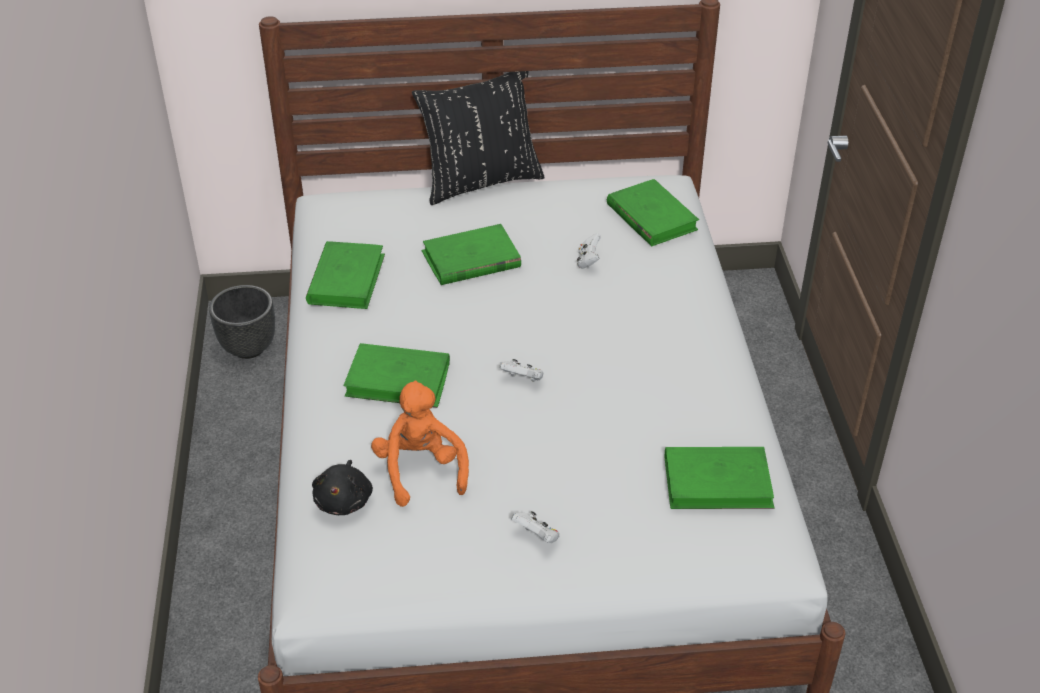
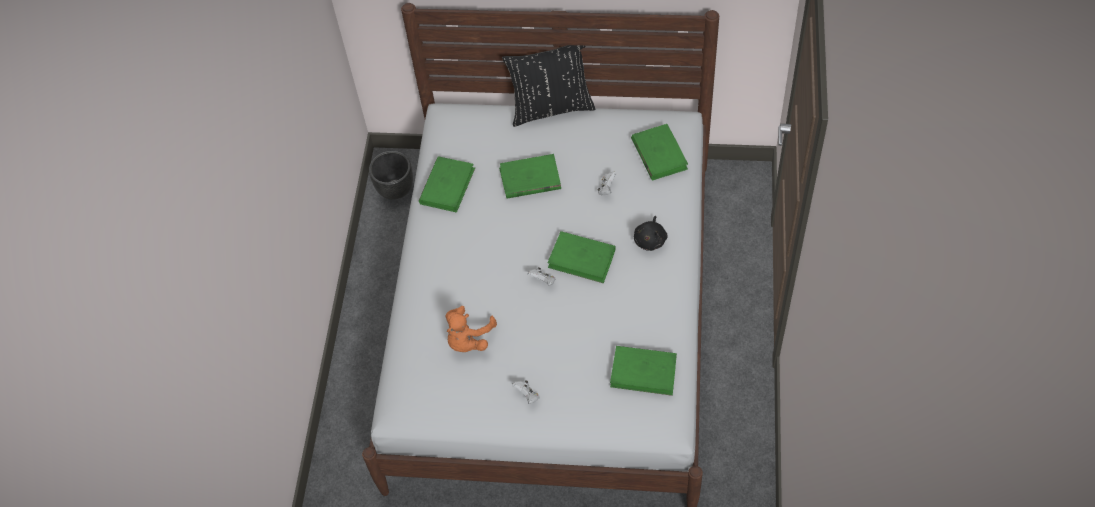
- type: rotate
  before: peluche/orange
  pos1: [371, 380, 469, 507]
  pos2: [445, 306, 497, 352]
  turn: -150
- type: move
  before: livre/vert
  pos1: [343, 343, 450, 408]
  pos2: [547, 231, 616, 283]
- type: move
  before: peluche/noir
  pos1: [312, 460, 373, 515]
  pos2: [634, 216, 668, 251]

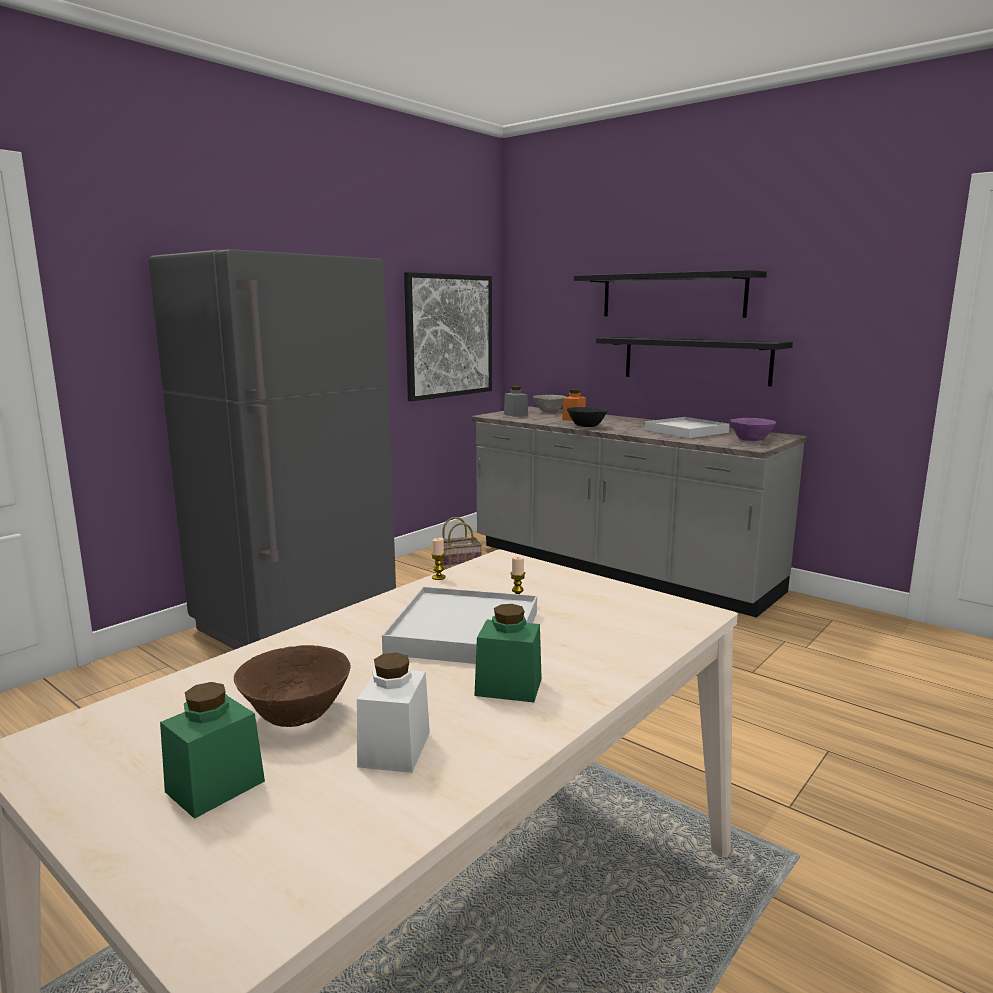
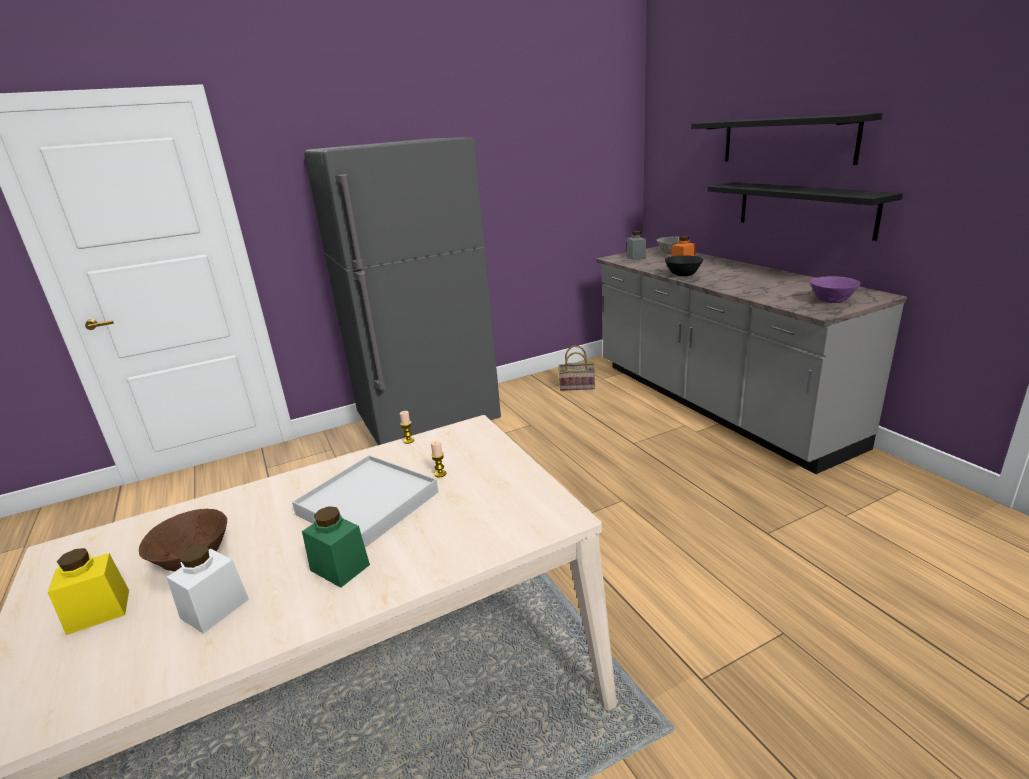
- type: recolor
  before: bocal/vert
  after: bocal/jaune
  pos1: [160, 682, 265, 819]
  pos2: [48, 548, 129, 635]
- type: delete
  before: tableau
  pos1: [404, 272, 492, 401]
- type: delete
  before: plateau/blanc
  pos1: [645, 417, 730, 438]

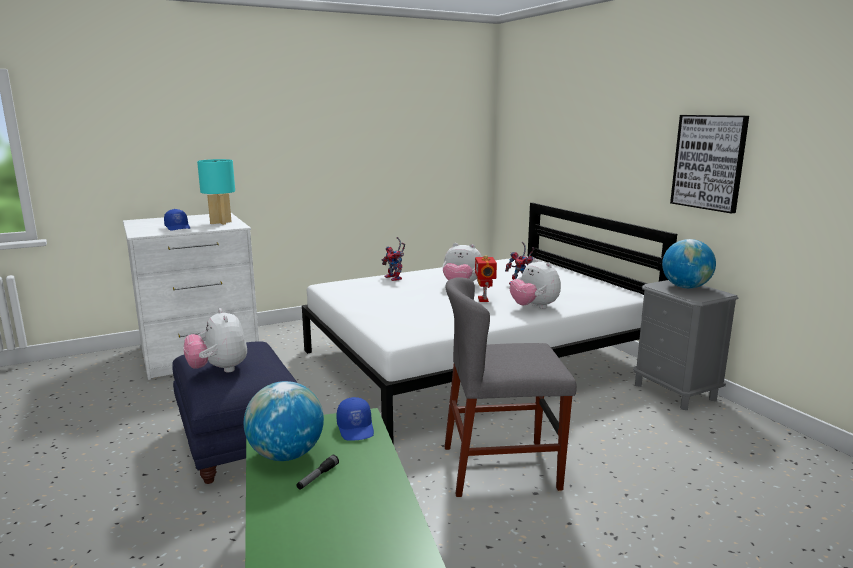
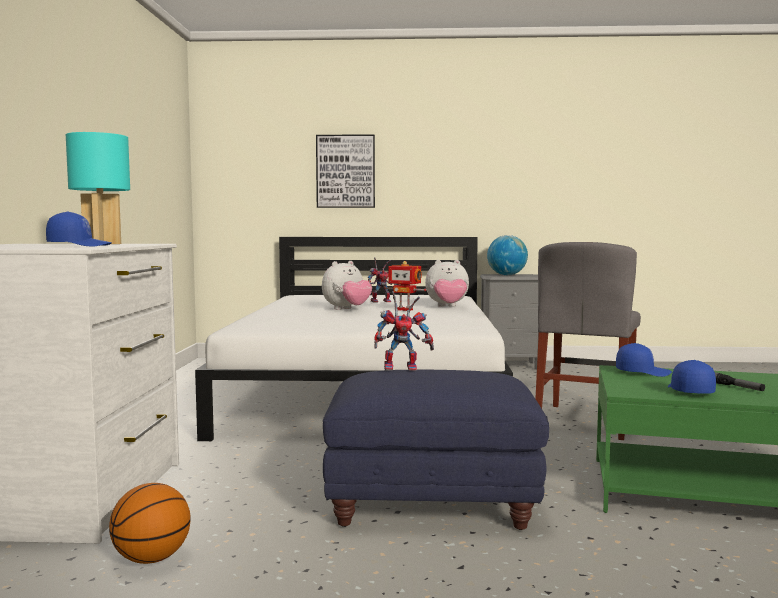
- type: insert
  after: ballon de basket
  pos2: [109, 483, 191, 564]
- type: move
  before: tableau
  pos1: [670, 115, 749, 214]
  pos2: [316, 134, 375, 208]
- type: move
  before: robot jouet
  pos1: [382, 237, 405, 281]
  pos2: [374, 291, 434, 370]
- type: replace
  before: globe
  after: casquette/bleu
  pos1: [244, 381, 324, 461]
  pos2: [668, 360, 716, 394]
- type: delete
  before: peluche
  pos1: [184, 308, 247, 372]

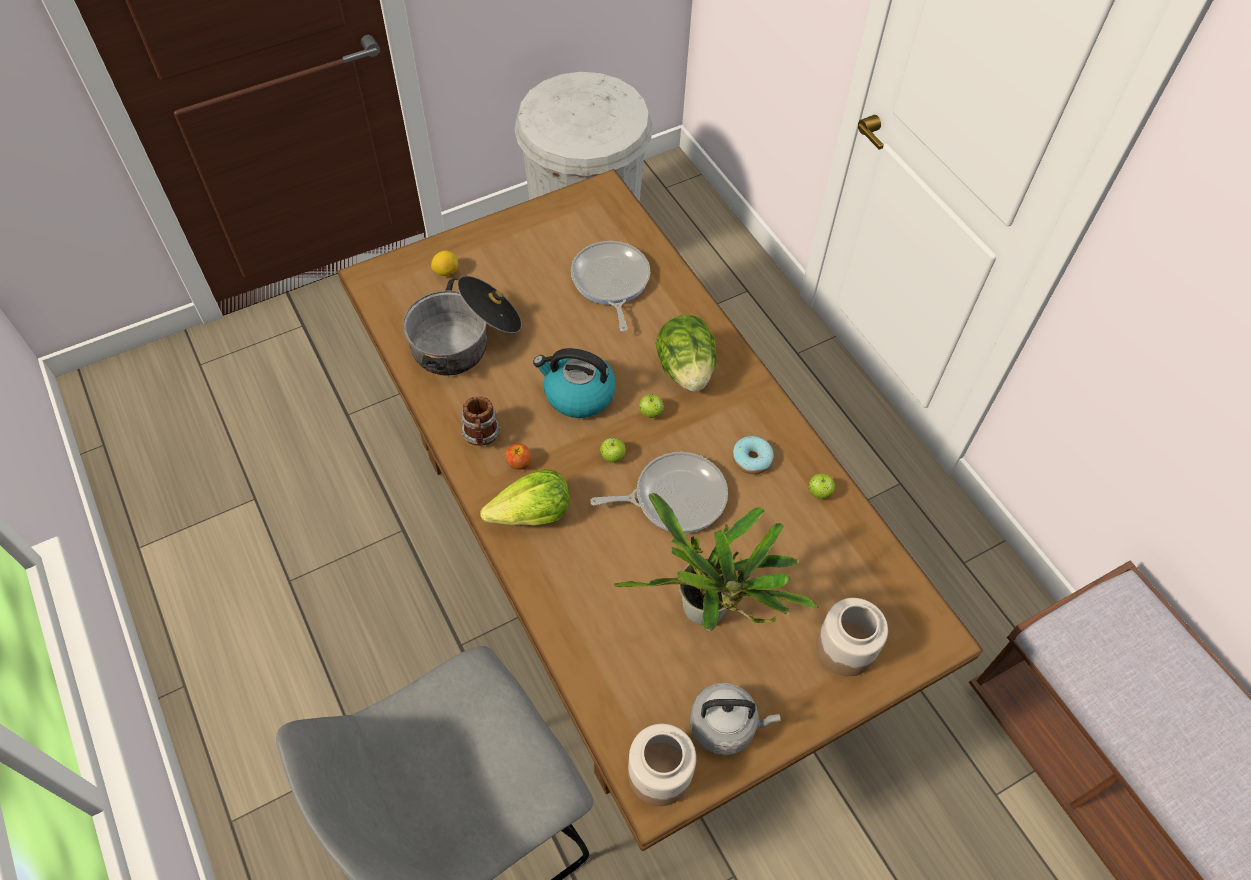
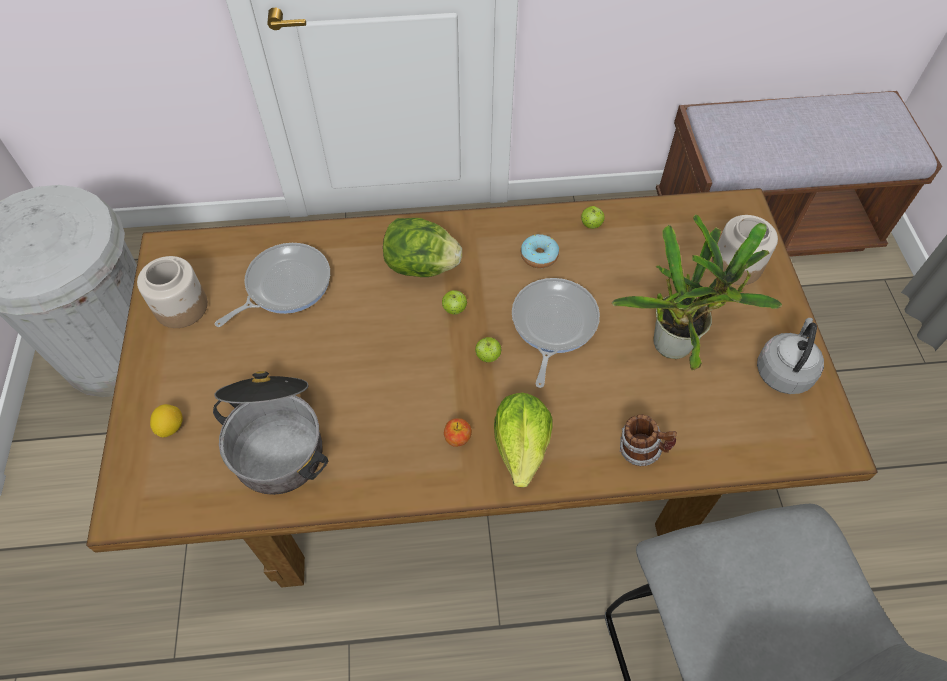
- type: move
  before: bocal
  pos1: [628, 724, 696, 806]
  pos2: [137, 256, 208, 328]
- type: rotate
  before: poêle
  pos1: [571, 241, 650, 331]
  pos2: [215, 243, 330, 327]
  turn: 120
- type: move
  before: mug
  pos1: [461, 397, 500, 446]
  pos2: [620, 415, 677, 466]
- type: delete
  before: bouilloire
  pos1: [533, 348, 616, 418]

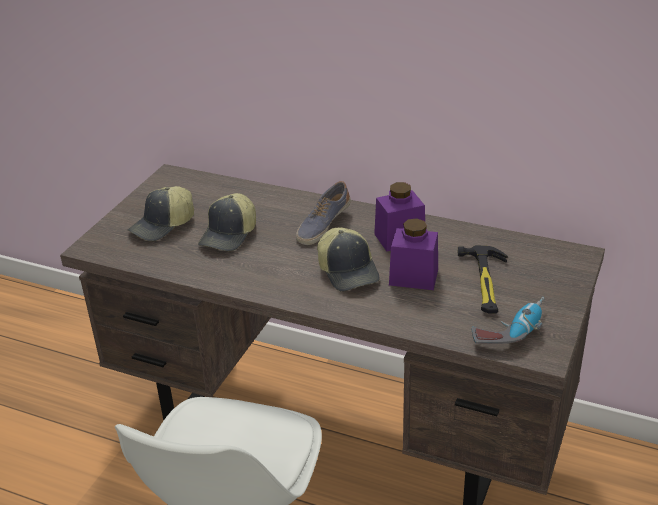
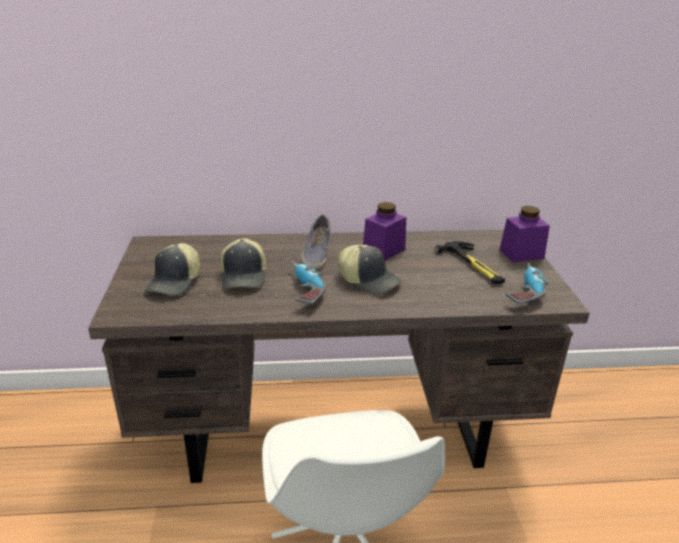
- type: insert
  after: perceuse
  pos2: [291, 261, 326, 304]
- type: move
  before: bocal/violet
  pos1: [389, 218, 438, 290]
  pos2: [500, 206, 550, 263]

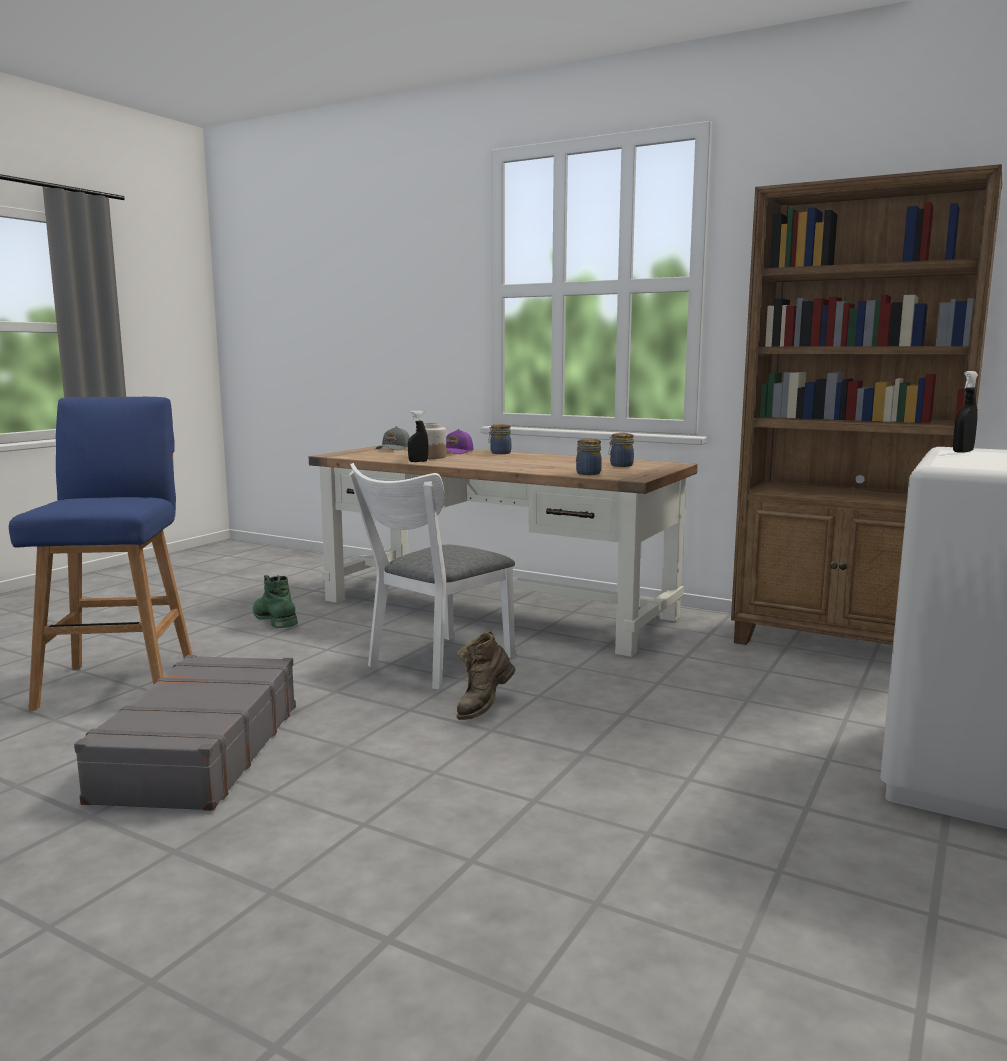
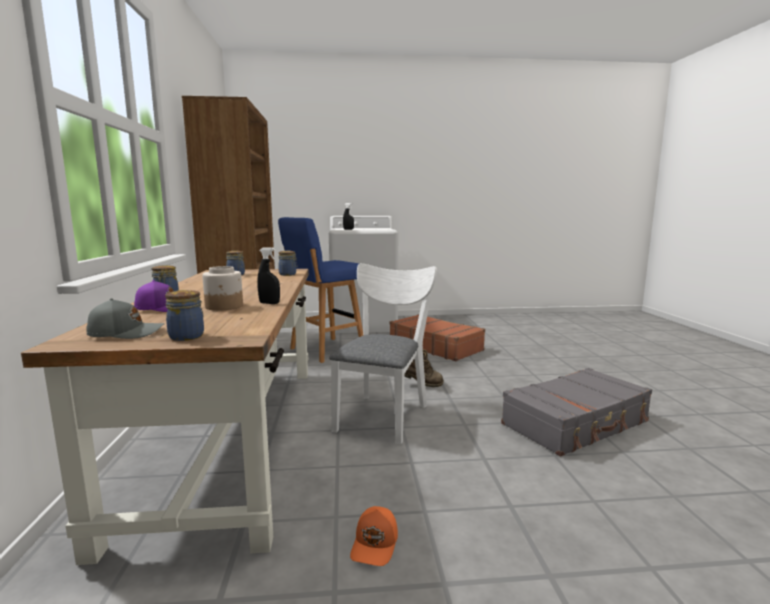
- type: insert
  after: bocal
  pos2: [165, 290, 204, 341]
- type: move
  before: tabouret/bleu
  pos1: [9, 397, 193, 711]
  pos2: [278, 217, 363, 363]
- type: rotate
  before: chaise/blanc
  pos1: [349, 463, 515, 689]
  pos2: [329, 263, 437, 445]
  turn: -75
- type: replace
  before: botte/vert
  after: casquette/orange
  pos1: [253, 575, 298, 628]
  pos2: [350, 506, 398, 566]
- type: insert
  after: valise/marron
  pos2: [390, 314, 485, 361]

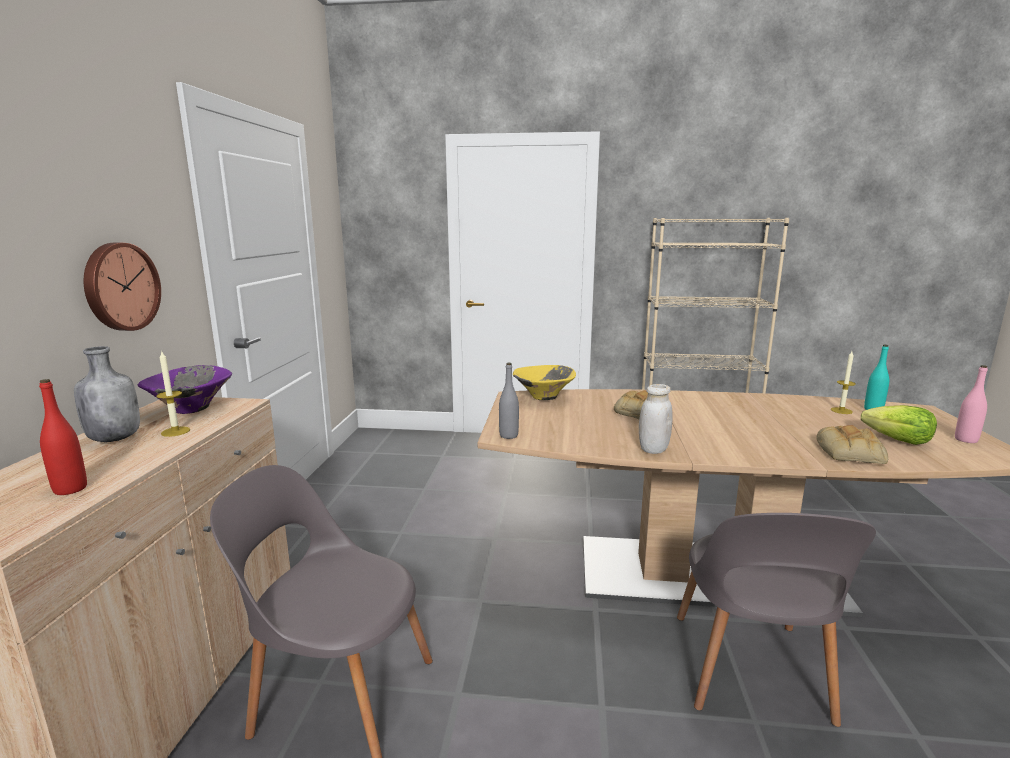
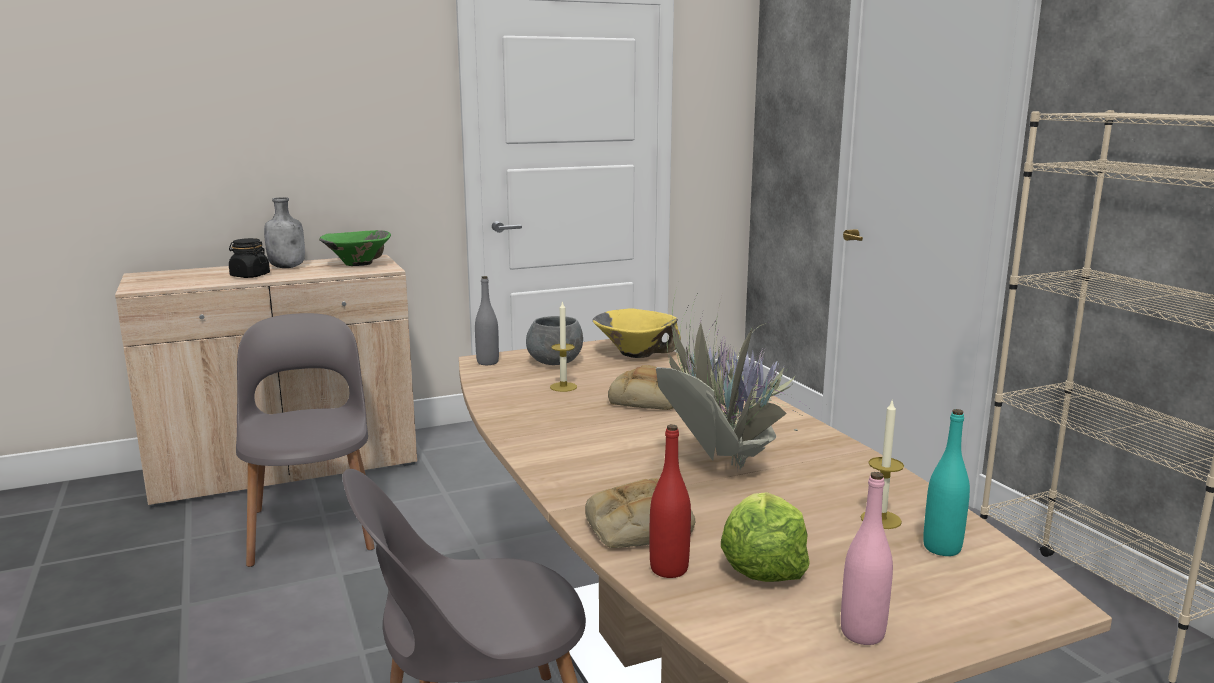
- type: insert
  after: bocal/noir
  pos2: [229, 238, 270, 278]
- type: recolor
  before: bol/violet
  after: bol/vert
  pos1: [138, 365, 232, 414]
  pos2: [319, 230, 391, 266]
- type: insert
  after: bol/gris
  pos2: [526, 316, 583, 365]
- type: move
  before: bougie
  pos1: [156, 350, 190, 437]
  pos2: [550, 300, 577, 392]
- type: move
  before: bouteille/rouge
  pos1: [39, 379, 87, 495]
  pos2: [650, 424, 691, 578]
- type: insert
  after: plante en pot
  pos2: [656, 279, 838, 470]
- type: delete
  before: horloge murale
  pos1: [84, 243, 161, 331]
- type: delete
  before: bocal/blanc
  pos1: [639, 384, 673, 454]

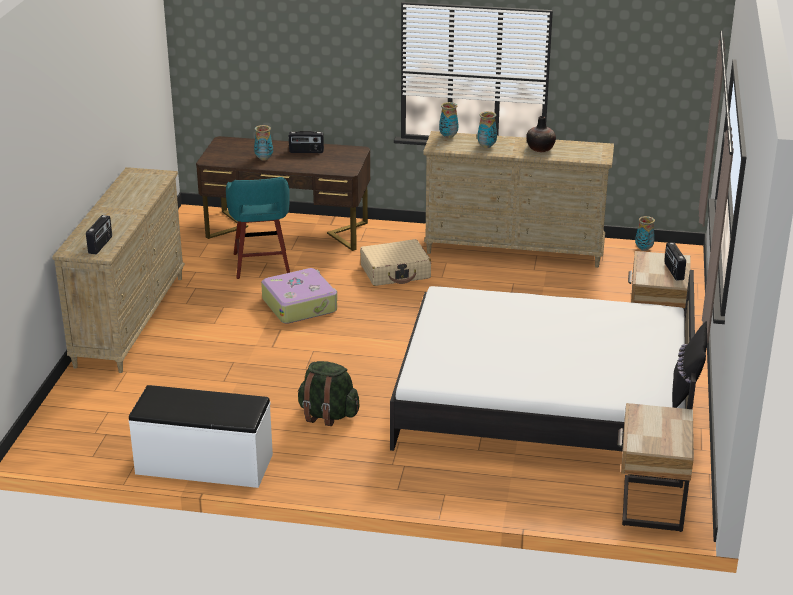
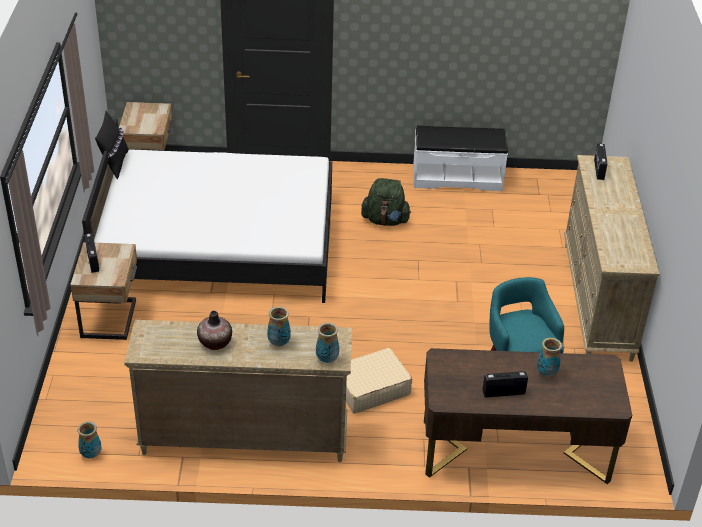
- type: delete
  before: valise
  pos1: [261, 268, 337, 324]

